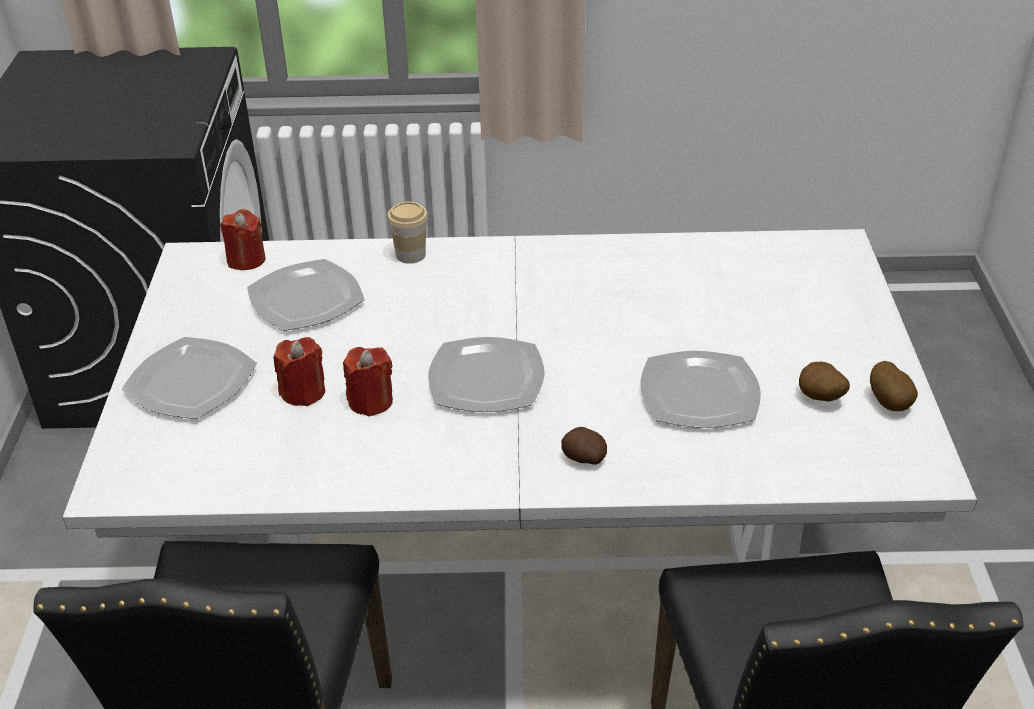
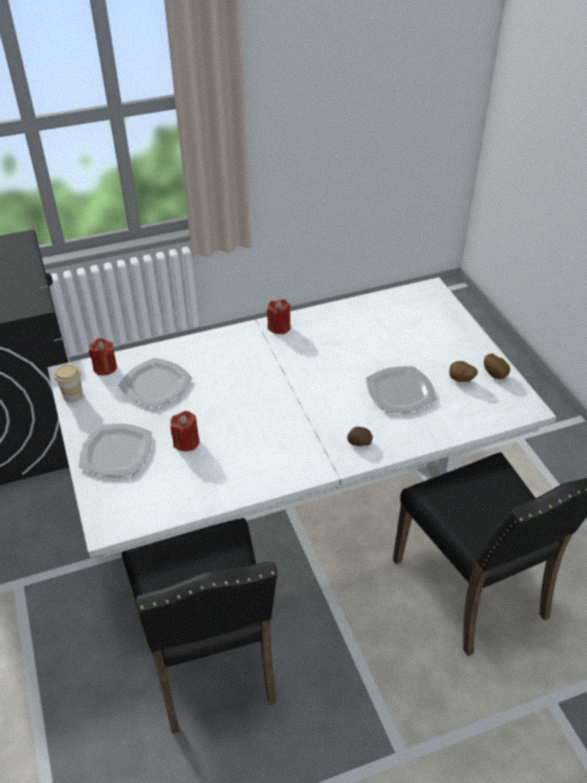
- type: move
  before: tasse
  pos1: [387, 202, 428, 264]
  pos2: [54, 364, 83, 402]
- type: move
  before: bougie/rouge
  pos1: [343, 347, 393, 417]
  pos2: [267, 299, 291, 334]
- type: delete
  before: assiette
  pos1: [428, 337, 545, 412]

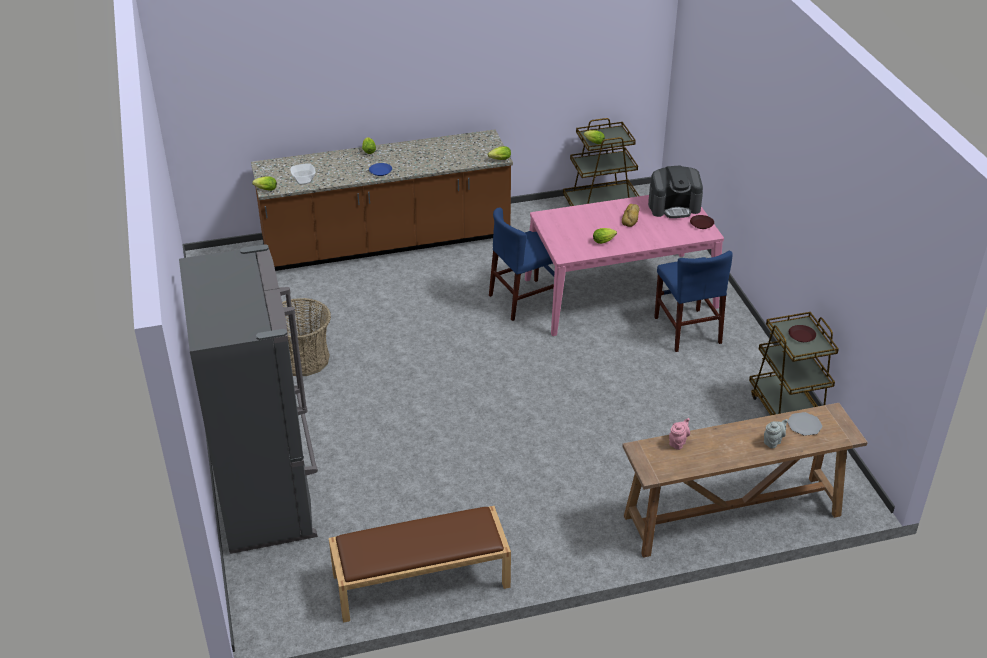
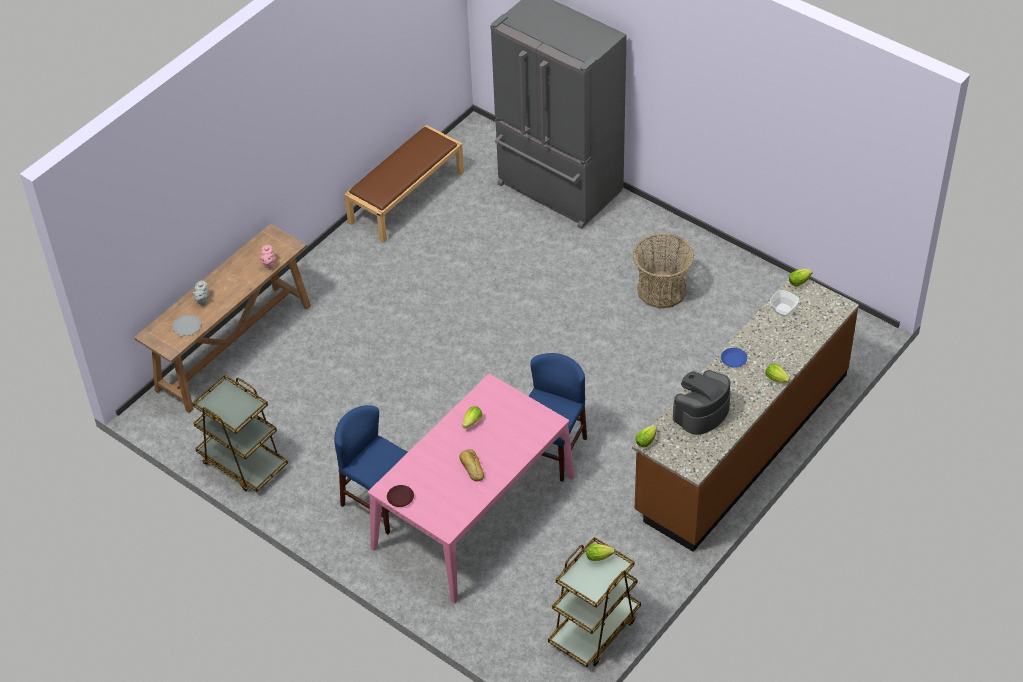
- type: move
  before: machine à café
  pos1: [648, 165, 703, 218]
  pos2: [673, 370, 730, 435]
- type: delete
  before: assiette/marron
  pos1: [789, 325, 816, 342]

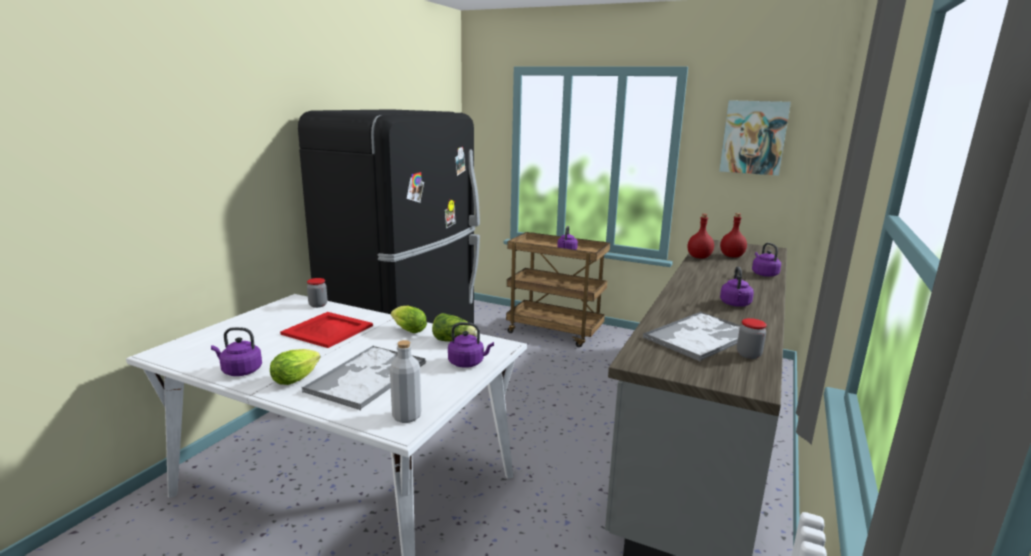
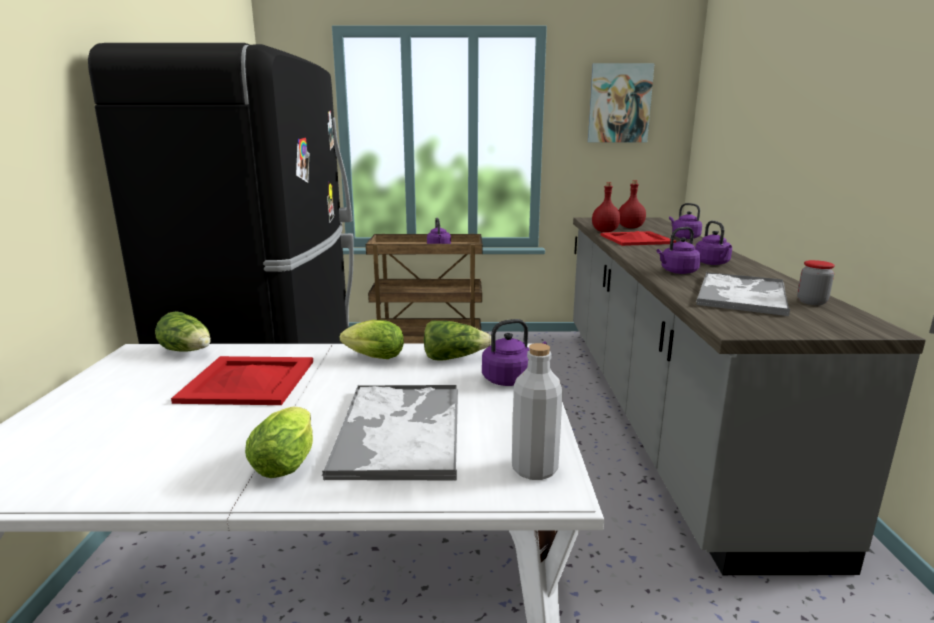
- type: replace
  before: bocal
  after: laitue
  pos1: [307, 278, 328, 308]
  pos2: [155, 311, 211, 352]
- type: insert
  after: plateau/rouge
  pos2: [600, 231, 676, 246]
- type: move
  before: bouilloire/violet
  pos1: [211, 327, 262, 376]
  pos2: [657, 227, 701, 274]

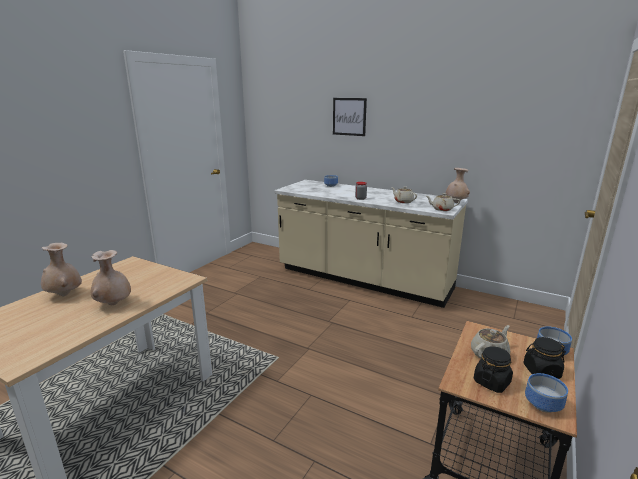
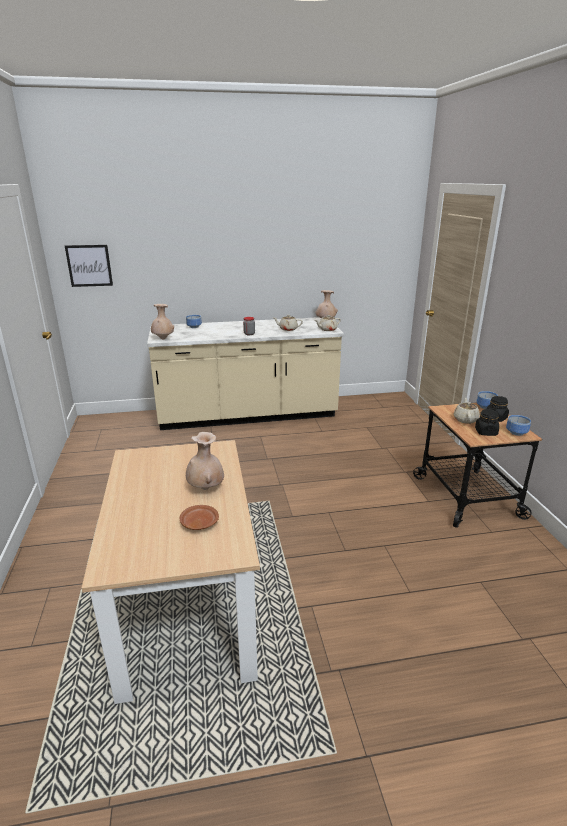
- type: move
  before: tableau
  pos1: [333, 98, 367, 136]
  pos2: [65, 245, 113, 287]
- type: move
  before: vase/beige
  pos1: [41, 243, 82, 296]
  pos2: [151, 304, 174, 339]
- type: insert
  after: assiette/marron
  pos2: [180, 505, 219, 530]

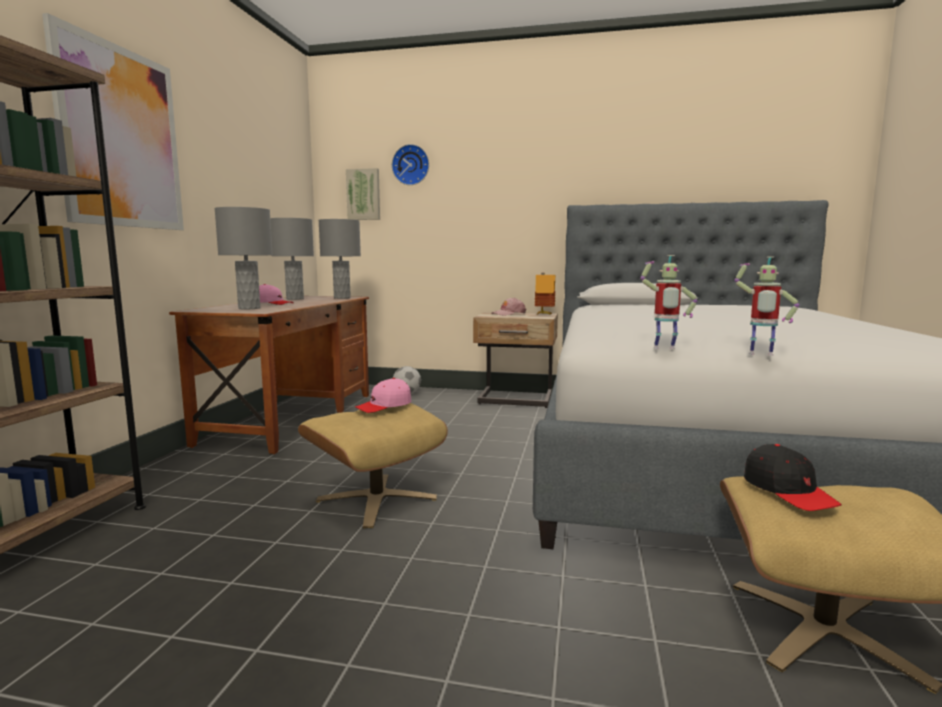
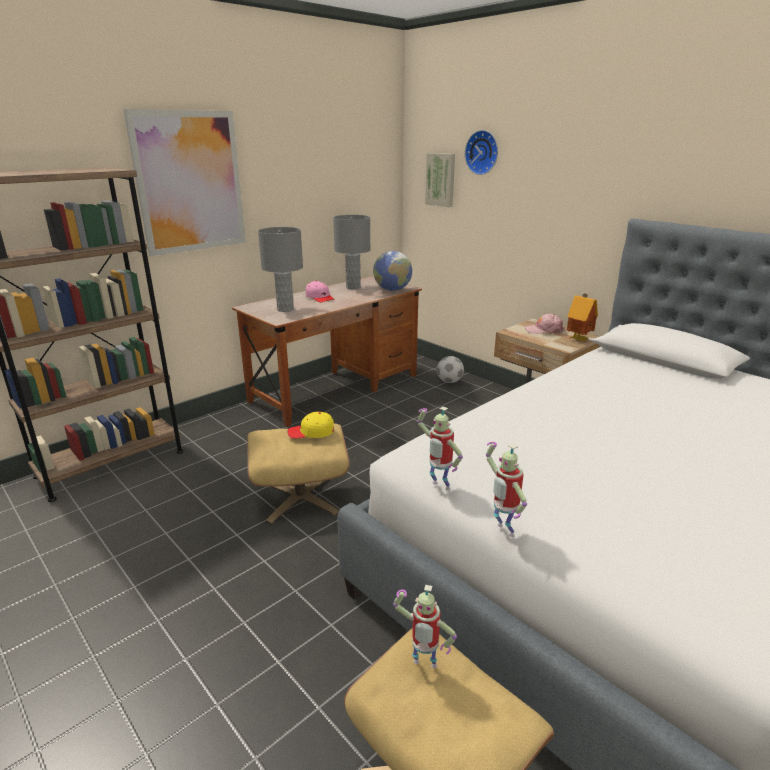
- type: recolor
  before: casquette/rose
  after: casquette/jaune
  pos1: [355, 378, 411, 413]
  pos2: [287, 412, 334, 439]
- type: replace
  before: lampe de table/gris
  after: globe
  pos1: [318, 219, 361, 299]
  pos2: [373, 251, 412, 291]
- type: replace
  before: casquette/noir
  after: robot jouet
  pos1: [744, 444, 842, 511]
  pos2: [393, 585, 457, 668]

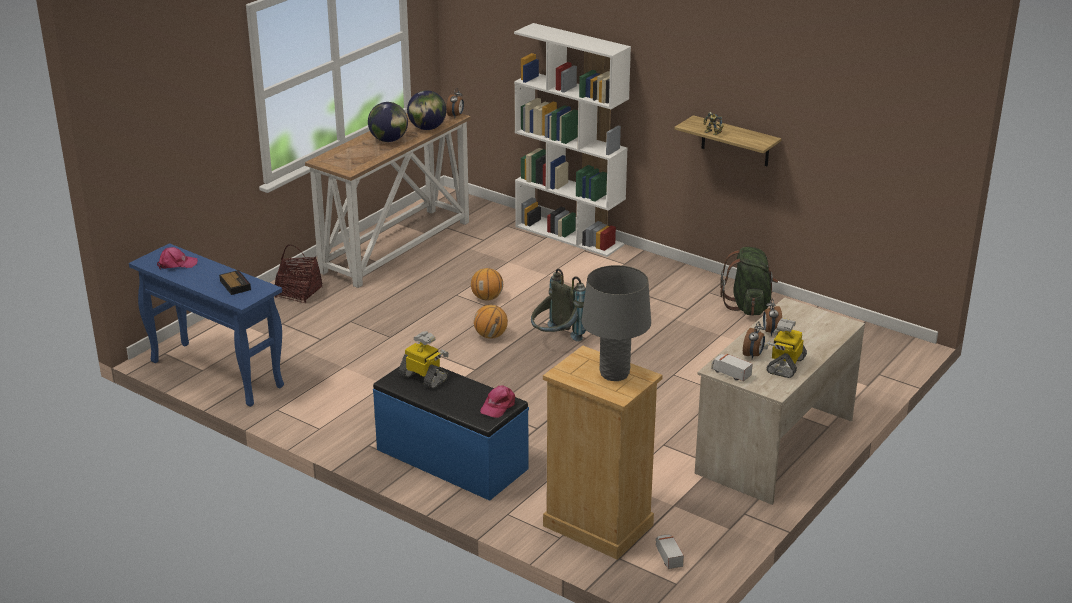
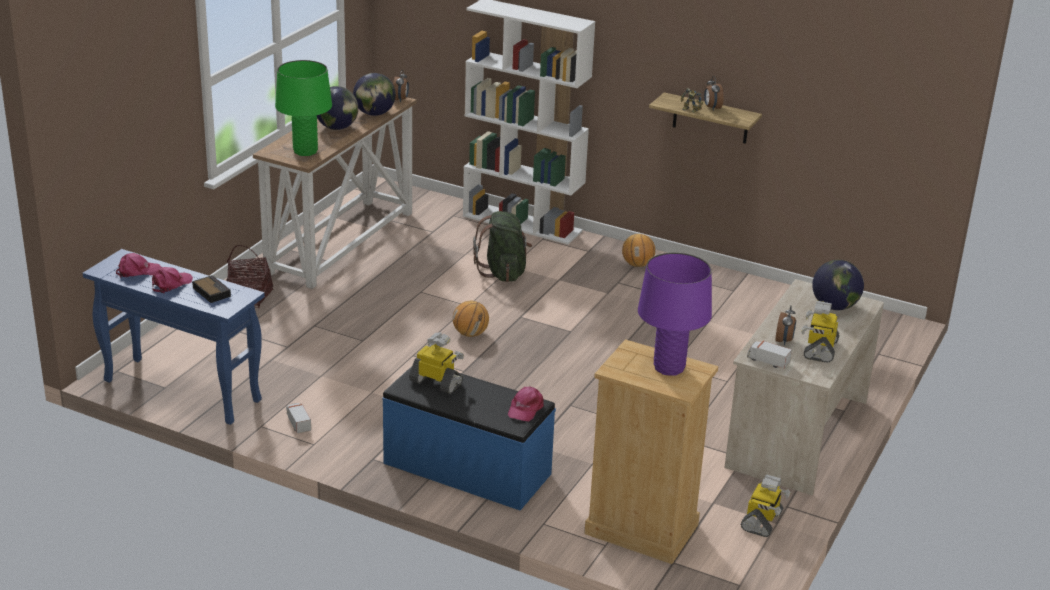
- type: insert
  after: casquette/rose
  pos2: [152, 267, 193, 293]
- type: insert
  after: lampe de table/vert
  pos2: [275, 60, 332, 156]
- type: move
  before: camion jouet
  pos1: [656, 534, 684, 569]
  pos2: [286, 403, 311, 433]
- type: move
  before: sac à dos/vert
  pos1: [720, 247, 778, 316]
  pos2: [473, 211, 532, 282]
- type: move
  before: ballon de basket
  pos1: [471, 268, 503, 301]
  pos2: [622, 234, 656, 267]
- type: recolor
  before: lampe de table/gris
  after: lampe de table/violet
  pos1: [581, 265, 651, 381]
  pos2: [638, 252, 712, 376]
- type: move
  before: réveil
  pos1: [763, 298, 782, 336]
  pos2: [704, 76, 724, 111]
- type: insert
  after: robot jouet
  pos2: [741, 474, 791, 537]
- type: insert
  after: globe
  pos2: [812, 260, 864, 310]
- type: delete
  before: sac à dos/gris
  pos1: [531, 269, 586, 341]

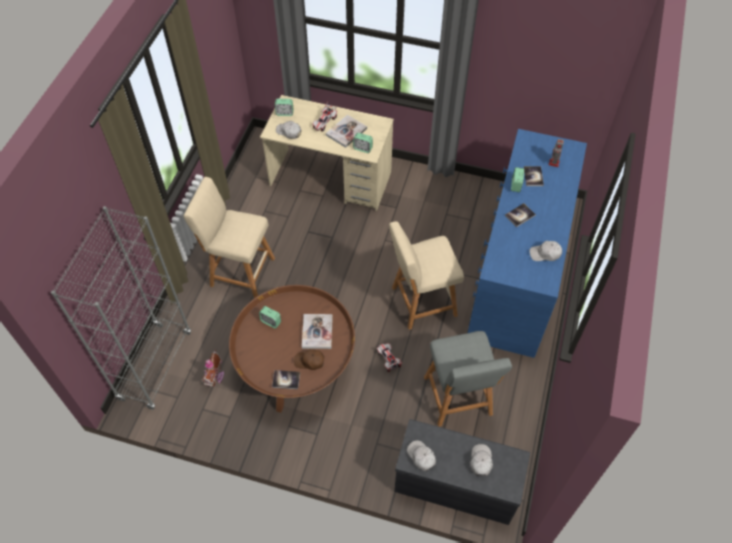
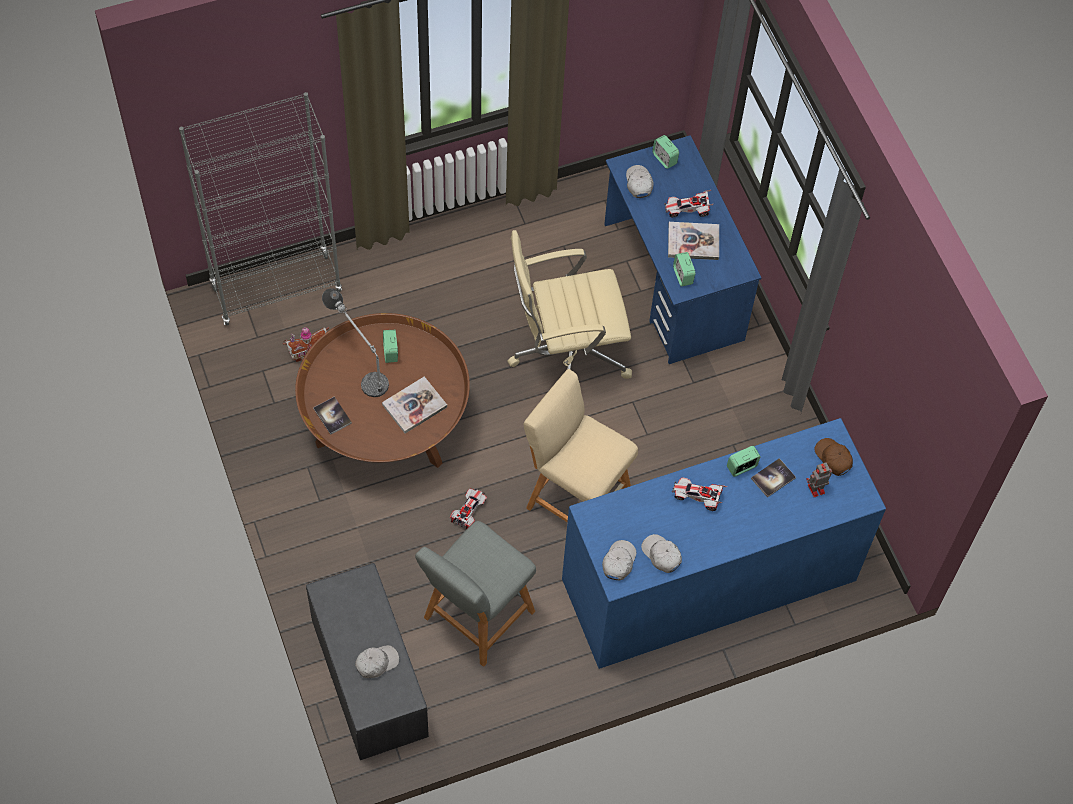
- type: insert
  after: lampe de table
  pos2: [322, 288, 389, 397]
- type: insert
  after: chaise de bureau/beige
  pos2: [507, 230, 632, 379]
- type: move
  before: casquette/blanc
  pos1: [407, 440, 436, 471]
  pos2: [602, 540, 636, 581]
- type: recolor
  before: bureau/beige
  after: bureau/bleu
  pos1: [260, 95, 394, 211]
  pos2: [604, 135, 762, 364]
- type: replace
  before: livre
  after: petite voiture
  pos1: [505, 203, 536, 227]
  pos2: [672, 478, 727, 511]
- type: move
  before: casquette/marron
  pos1: [294, 349, 324, 370]
  pos2: [814, 438, 853, 476]
- type: delete
  before: tabouret/beige
  pos1: [184, 177, 275, 298]

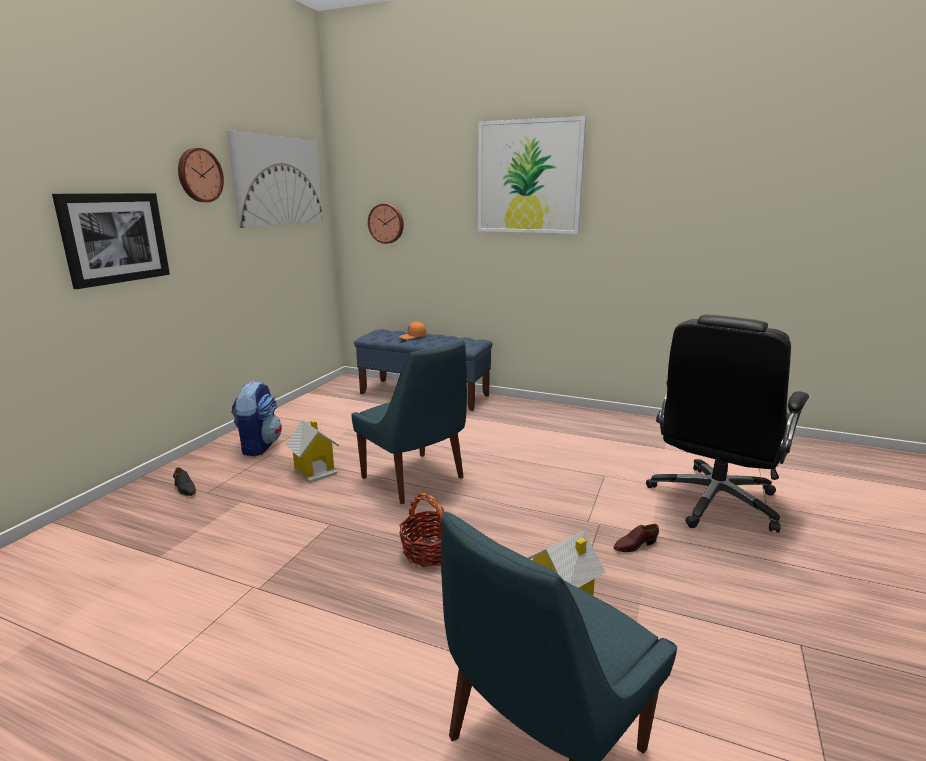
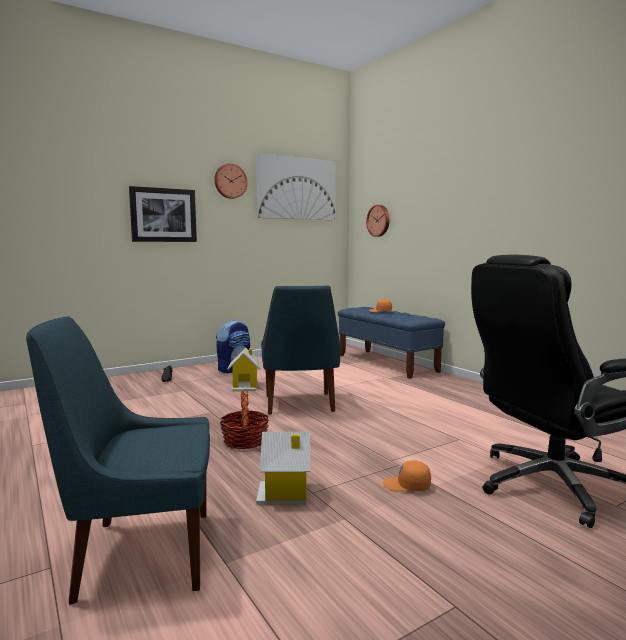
- type: replace
  before: chaussure/marron
  after: casquette/orange
  pos1: [613, 524, 659, 552]
  pos2: [383, 460, 431, 492]
- type: delete
  before: tableau
  pos1: [478, 116, 586, 234]

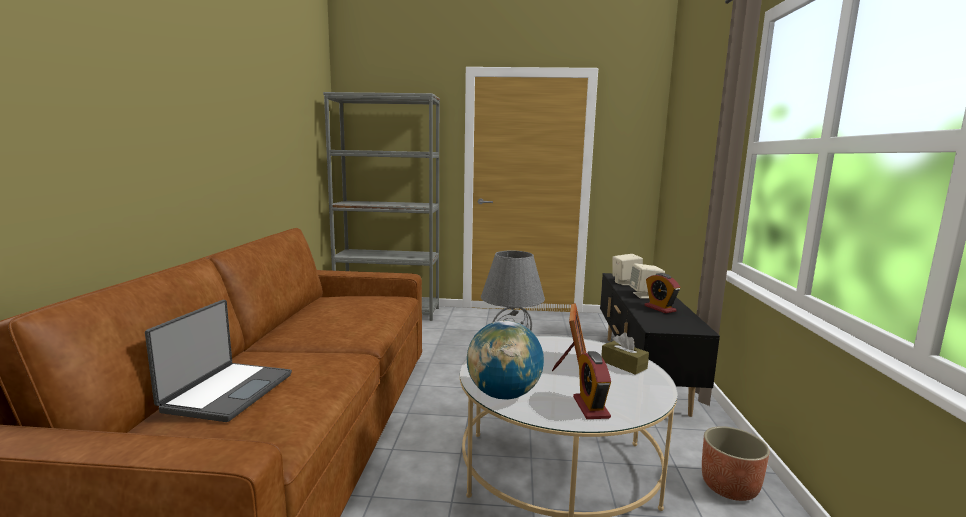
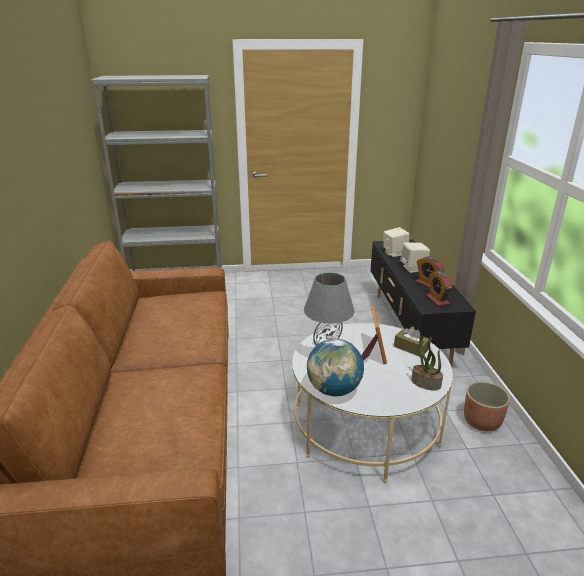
- type: insert
  after: plante en pot
  pos2: [411, 335, 443, 390]
- type: move
  before: réveil
  pos1: [573, 351, 611, 419]
  pos2: [426, 270, 453, 307]
- type: delete
  before: ordinateur portable
  pos1: [145, 300, 292, 422]

